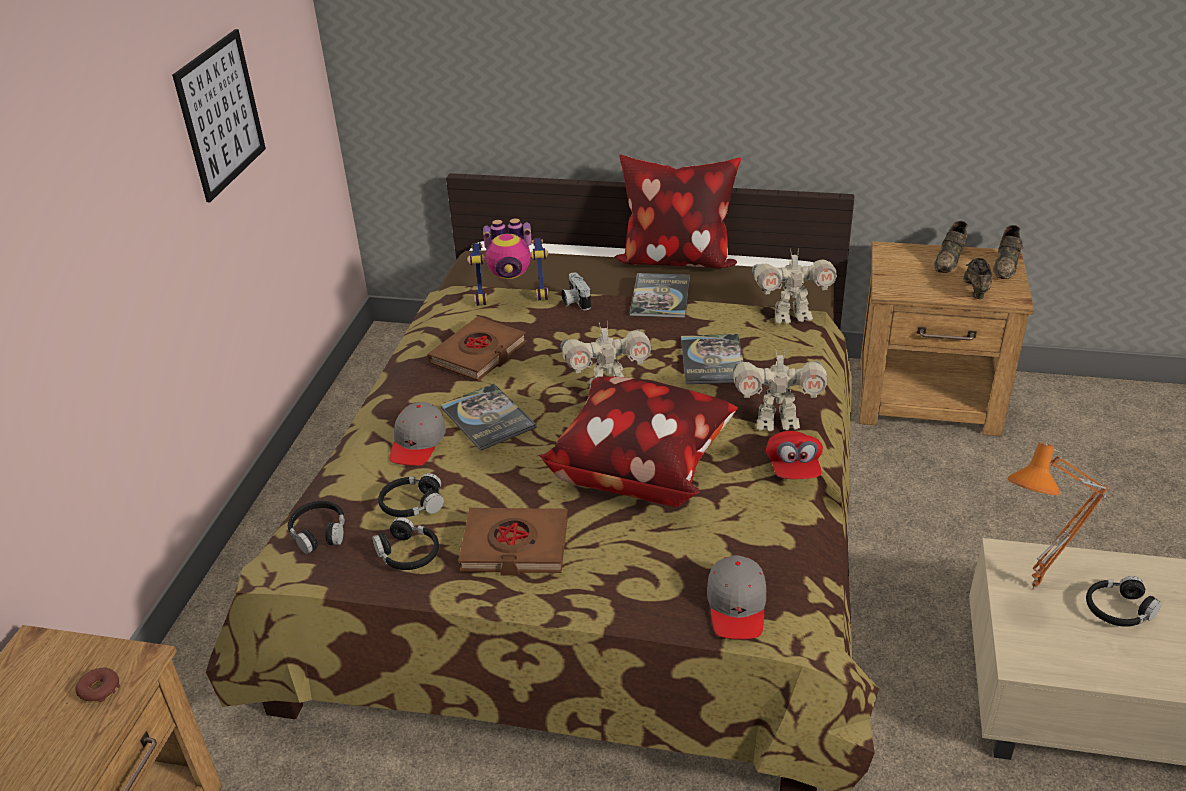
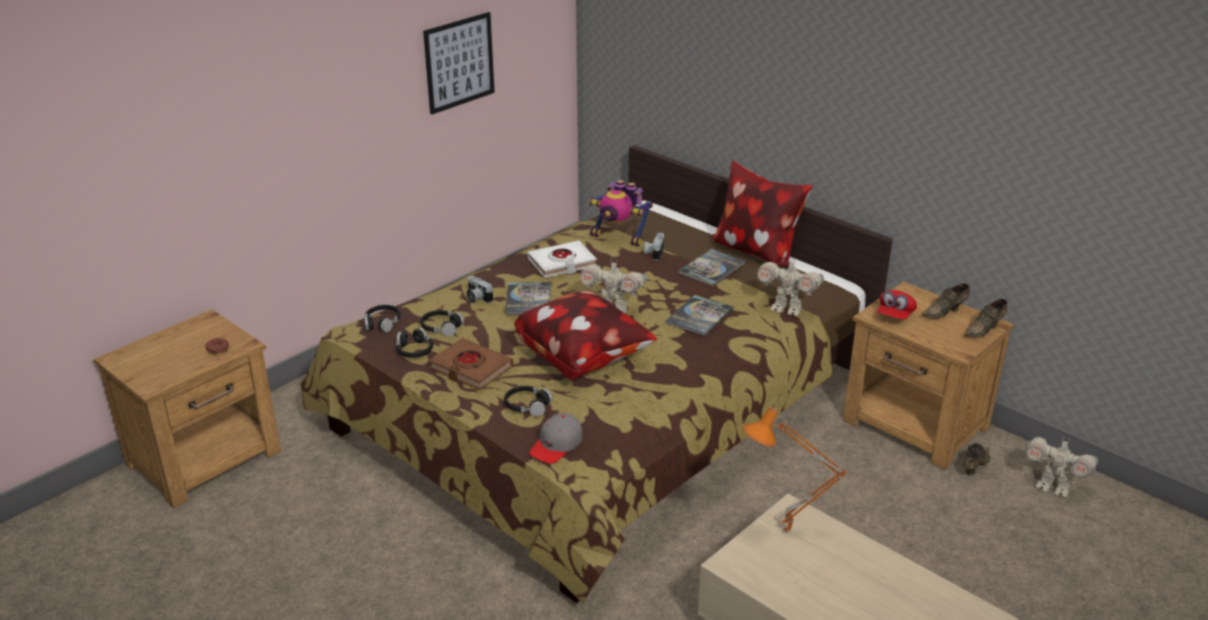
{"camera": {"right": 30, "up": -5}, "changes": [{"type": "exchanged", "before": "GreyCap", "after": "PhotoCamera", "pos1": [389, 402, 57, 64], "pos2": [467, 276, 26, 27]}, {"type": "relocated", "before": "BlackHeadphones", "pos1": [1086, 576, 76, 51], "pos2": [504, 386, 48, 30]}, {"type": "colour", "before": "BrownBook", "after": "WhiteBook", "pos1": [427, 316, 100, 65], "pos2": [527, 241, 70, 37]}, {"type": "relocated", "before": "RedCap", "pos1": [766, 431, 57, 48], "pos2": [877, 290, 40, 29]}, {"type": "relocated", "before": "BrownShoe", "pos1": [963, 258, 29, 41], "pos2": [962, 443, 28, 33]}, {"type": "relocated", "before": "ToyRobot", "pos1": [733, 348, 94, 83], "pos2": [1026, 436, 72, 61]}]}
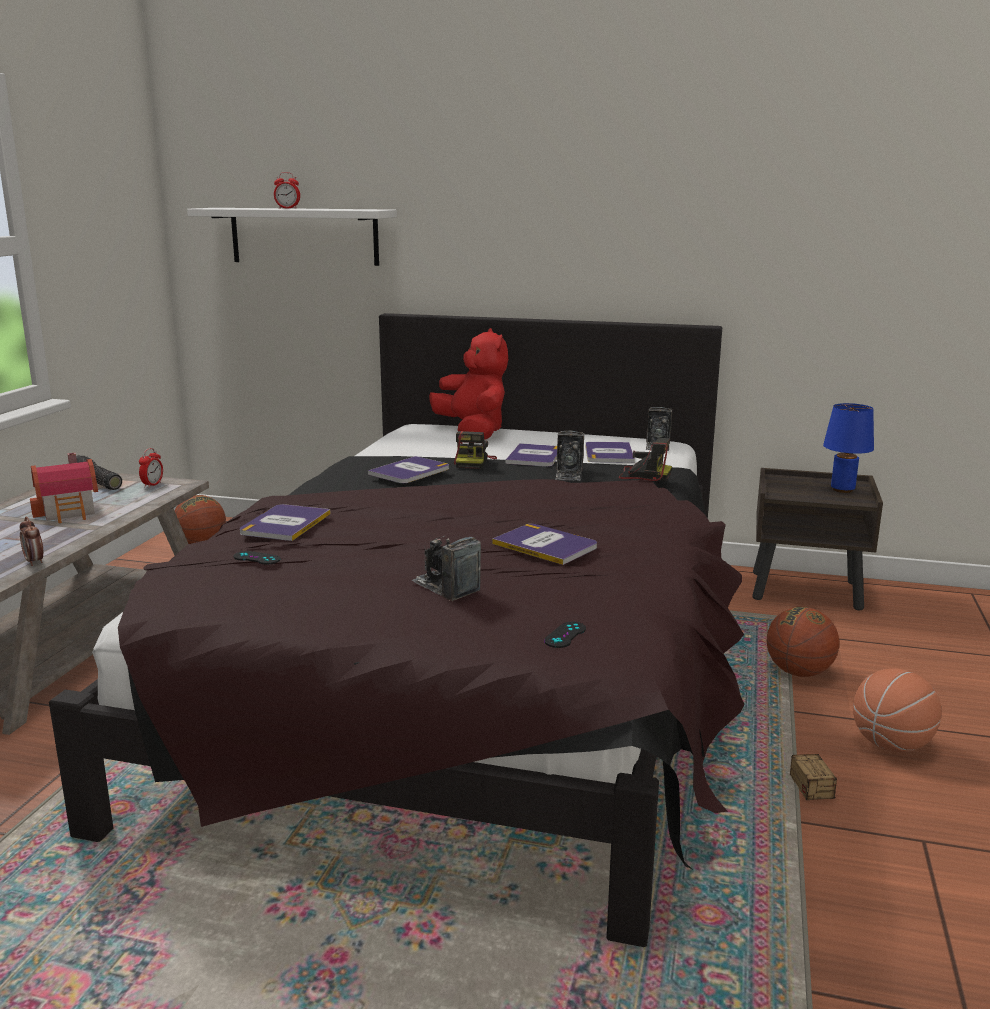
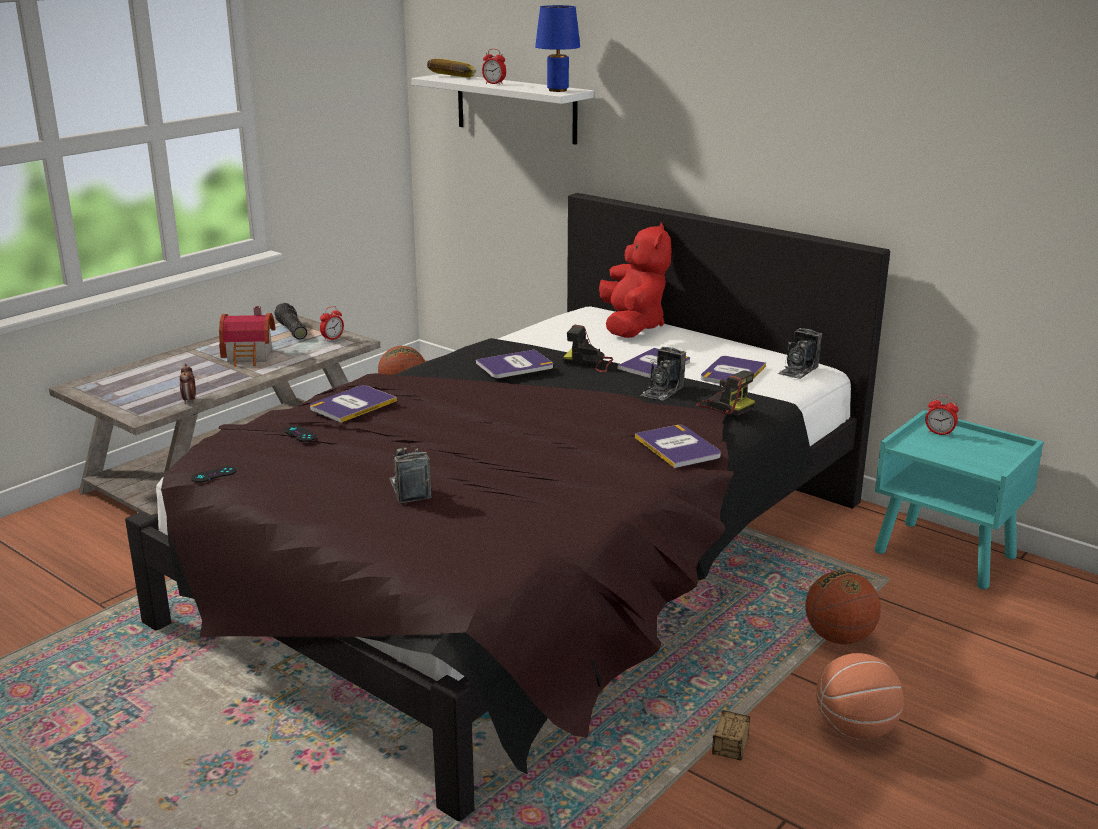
{"camera": {"right": 25, "up": 5}, "changes": [{"type": "relocated", "before": "BlackGameController", "pos1": [544, 622, 42, 26], "pos2": [191, 466, 46, 17]}, {"type": "appeared", "after": "Banana", "pos2": [427, 59, 49, 18]}, {"type": "relocated", "before": "BlueTableLamp", "pos1": [823, 403, 51, 90], "pos2": [535, 5, 45, 87]}, {"type": "spun", "before": "PhotoCamera", "pos1": [454, 431, 43, 38], "pos2": [563, 325, 50, 47], "turn": 75}, {"type": "relocated", "before": "Book", "pos1": [492, 524, 105, 41], "pos2": [635, 425, 86, 43]}, {"type": "colour", "before": "BrownNightstand", "after": "TurquoiseNightstand", "pos1": [752, 468, 131, 142], "pos2": [875, 410, 169, 179]}, {"type": "appeared", "after": "AlarmClock", "pos2": [925, 395, 34, 42]}]}
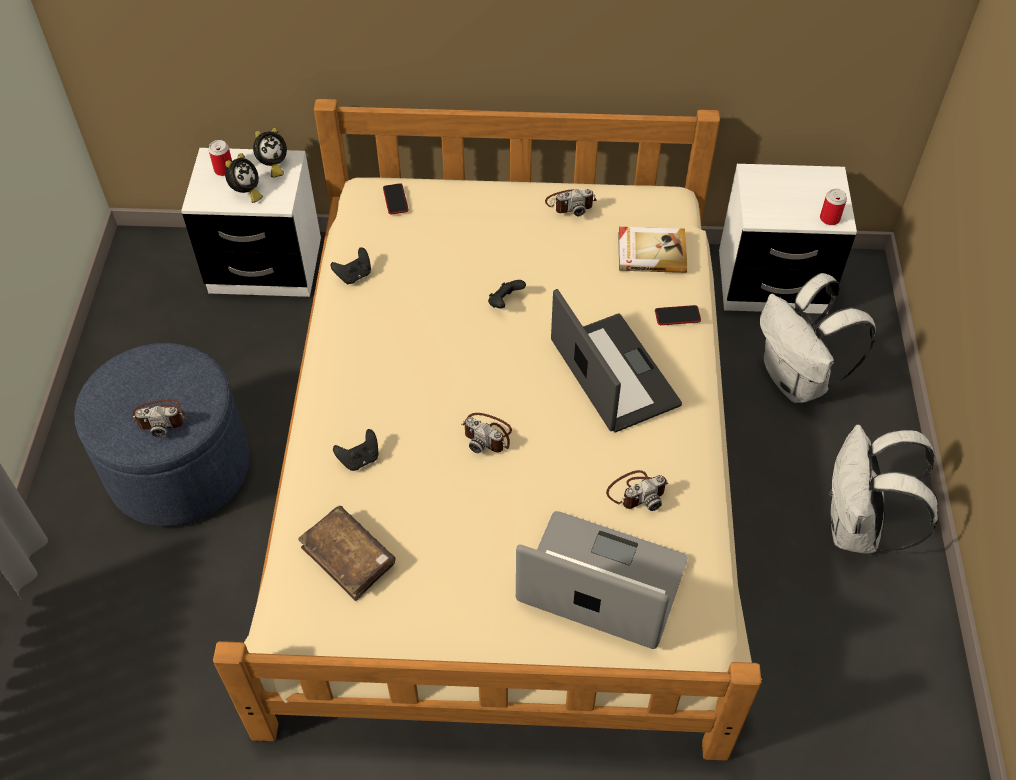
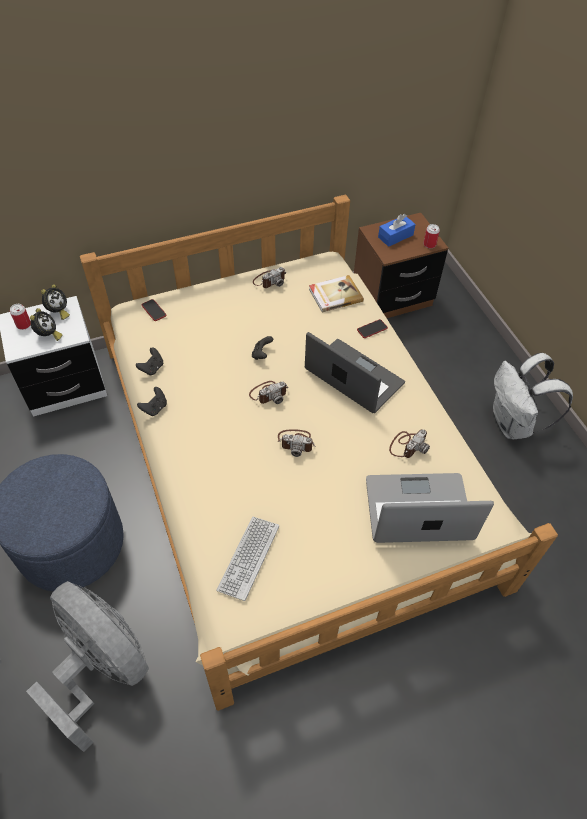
{"camera": {"right": -25, "up": 0}, "changes": [{"type": "appeared", "after": "GreyFan", "pos2": [26, 581, 123, 171]}, {"type": "relocated", "before": "BlackGameController", "pos1": [333, 429, 46, 42], "pos2": [137, 387, 30, 29]}, {"type": "exchanged", "before": "BrownBook", "after": "Keyboard", "pos1": [298, 506, 98, 95], "pos2": [216, 517, 63, 84]}, {"type": "relocated", "before": "PhotoCamera", "pos1": [132, 400, 55, 37], "pos2": [249, 381, 39, 23]}, {"type": "colour", "before": "WhiteNightstand", "after": "BrownNightstand", "pos1": [719, 164, 138, 150], "pos2": [354, 213, 94, 105]}, {"type": "appeared", "after": "BlueTissueBox", "pos2": [378, 214, 38, 33]}, {"type": "missing", "before": "WhiteBackpack", "pos1": [760, 273, 116, 130]}]}
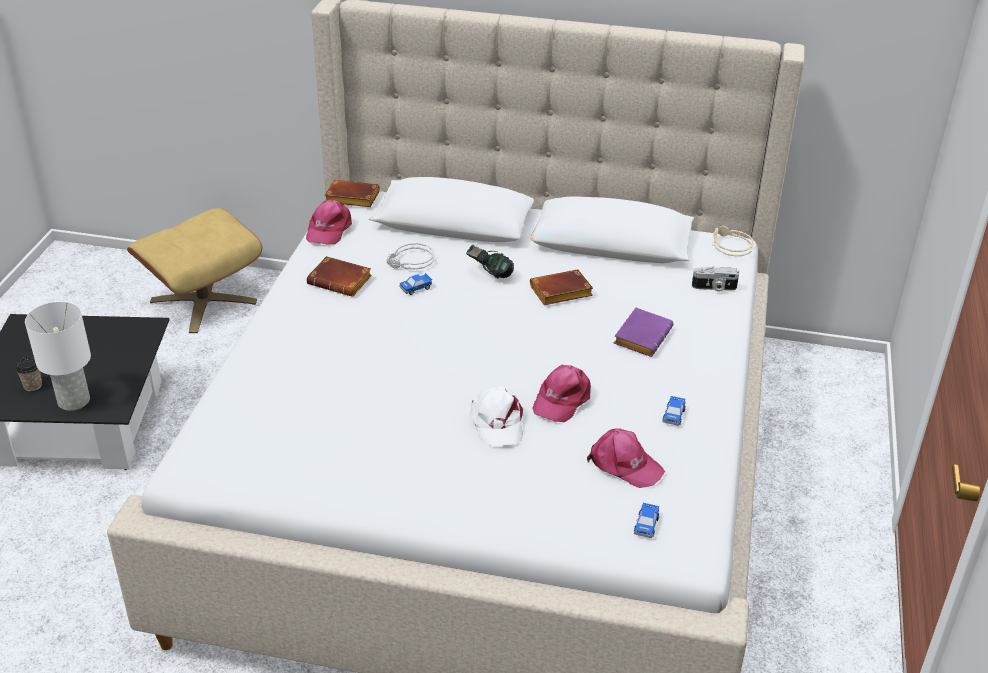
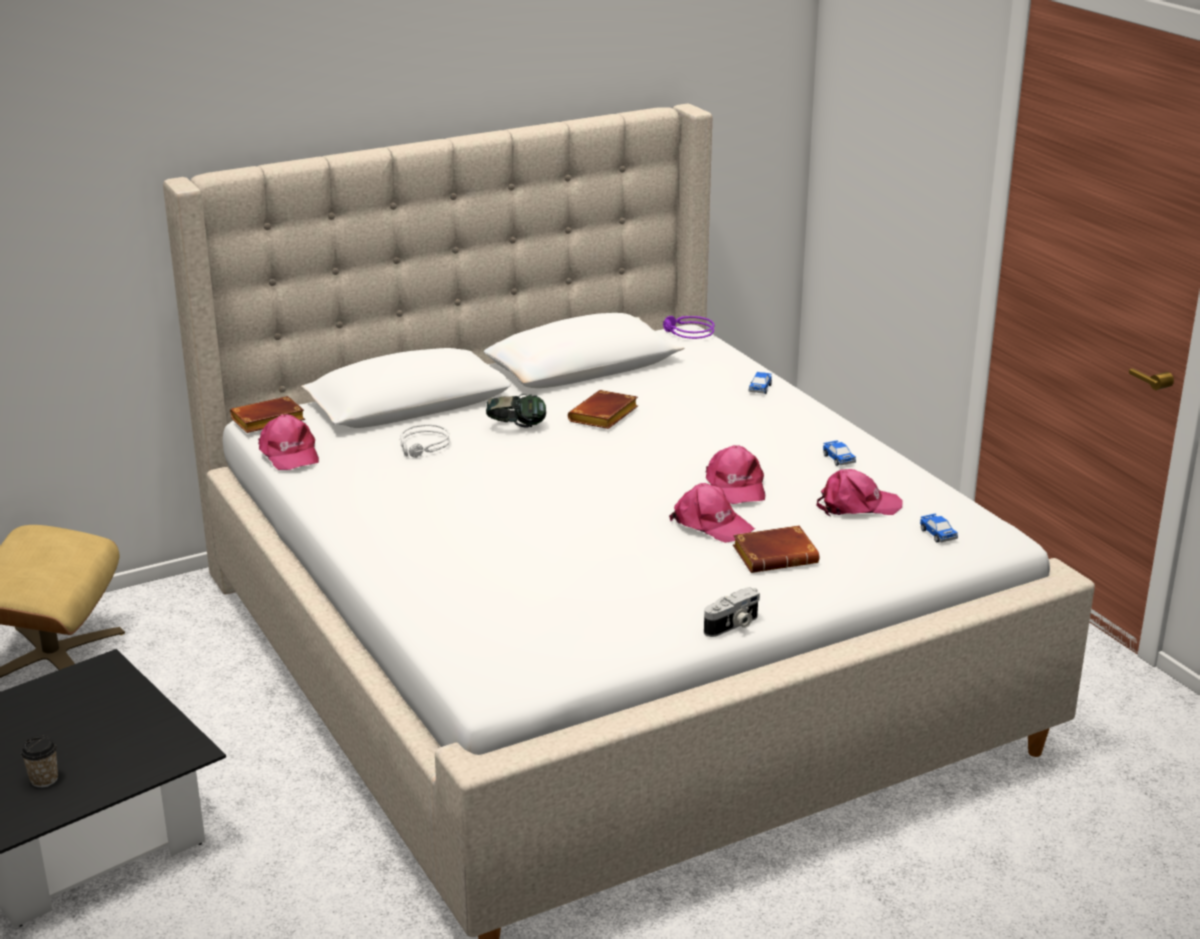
{"camera": {"right": -40, "up": -10}, "changes": [{"type": "colour", "before": "BeigeHeadphones", "after": "PurpleHeadphones", "pos1": [712, 226, 42, 30], "pos2": [663, 316, 52, 23]}, {"type": "colour", "before": "WhiteCap", "after": "PinkCap", "pos1": [470, 386, 53, 61], "pos2": [669, 483, 86, 60]}, {"type": "relocated", "before": "PhotoCamera", "pos1": [692, 266, 47, 26], "pos2": [704, 587, 56, 50]}, {"type": "relocated", "before": "BrownBook", "pos1": [307, 256, 65, 41], "pos2": [733, 525, 86, 48]}, {"type": "relocated", "before": "ToyCar", "pos1": [399, 273, 33, 22], "pos2": [748, 372, 24, 22]}, {"type": "missing", "before": "WhiteTableLamp", "pos1": [25, 302, 66, 109]}, {"type": "missing", "before": "PurpleBook", "pos1": [614, 308, 59, 49]}]}
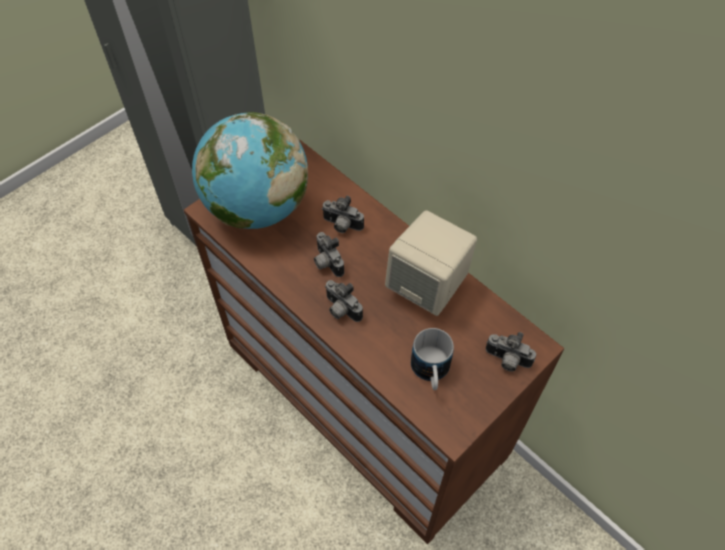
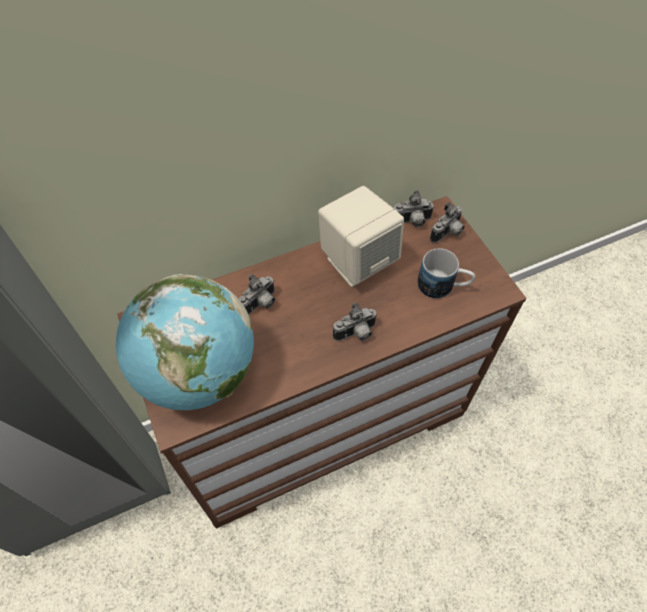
{"camera": {"right": -70, "up": 0}, "changes": [{"type": "relocated", "before": "PhotoCamera", "pos1": [314, 232, 30, 45], "pos2": [393, 190, 41, 37]}]}
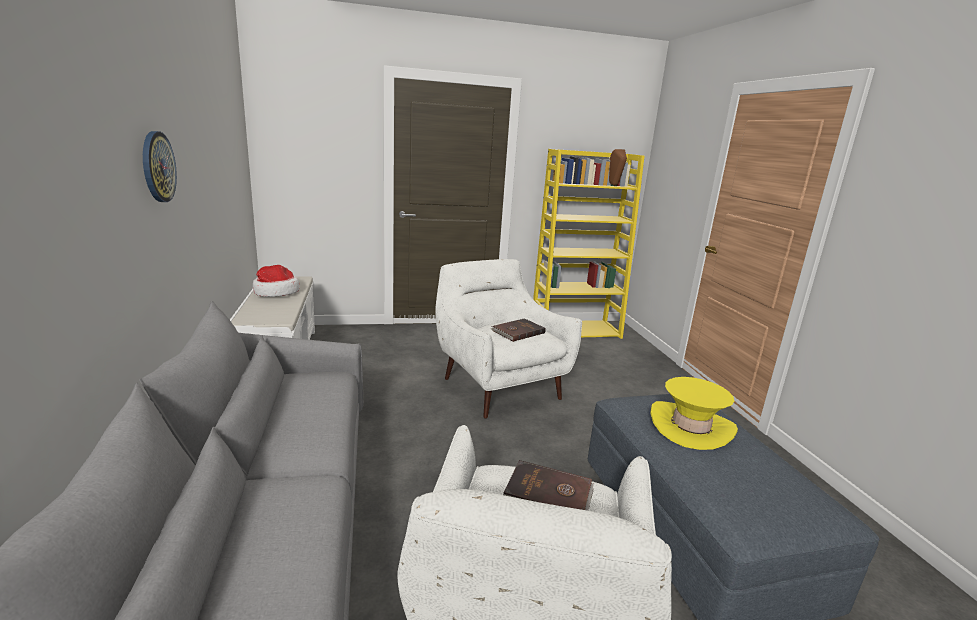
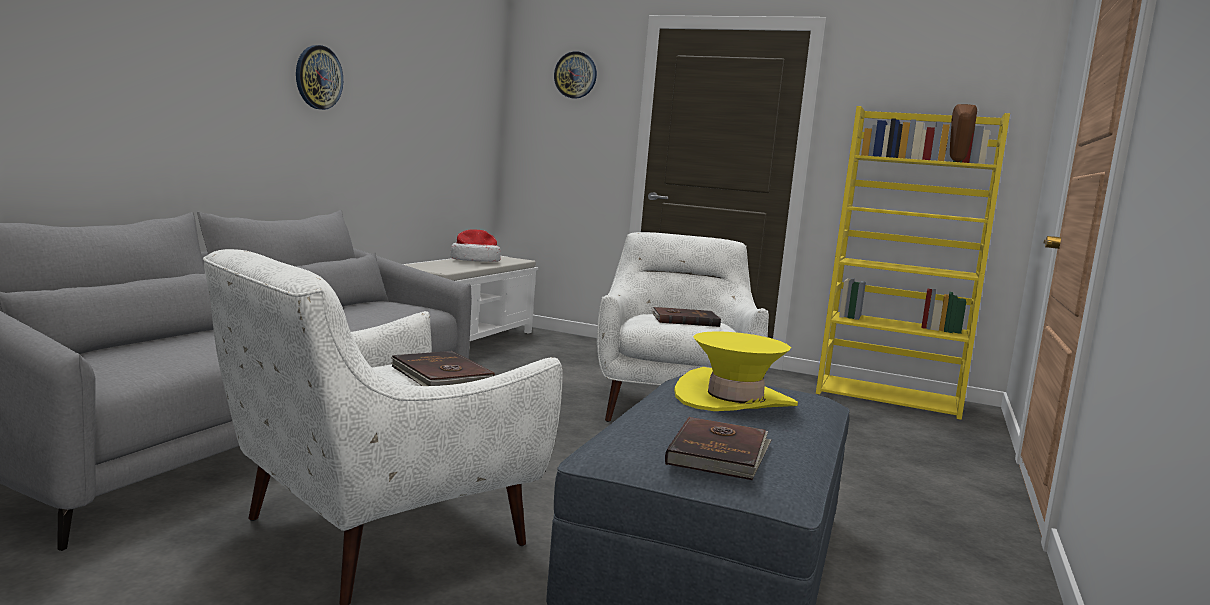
{"camera": {"right": 35, "up": -10}, "changes": [{"type": "appeared", "after": "WallClock", "pos2": [554, 51, 43, 48]}, {"type": "appeared", "after": "BrownBook", "pos2": [665, 417, 107, 63]}]}
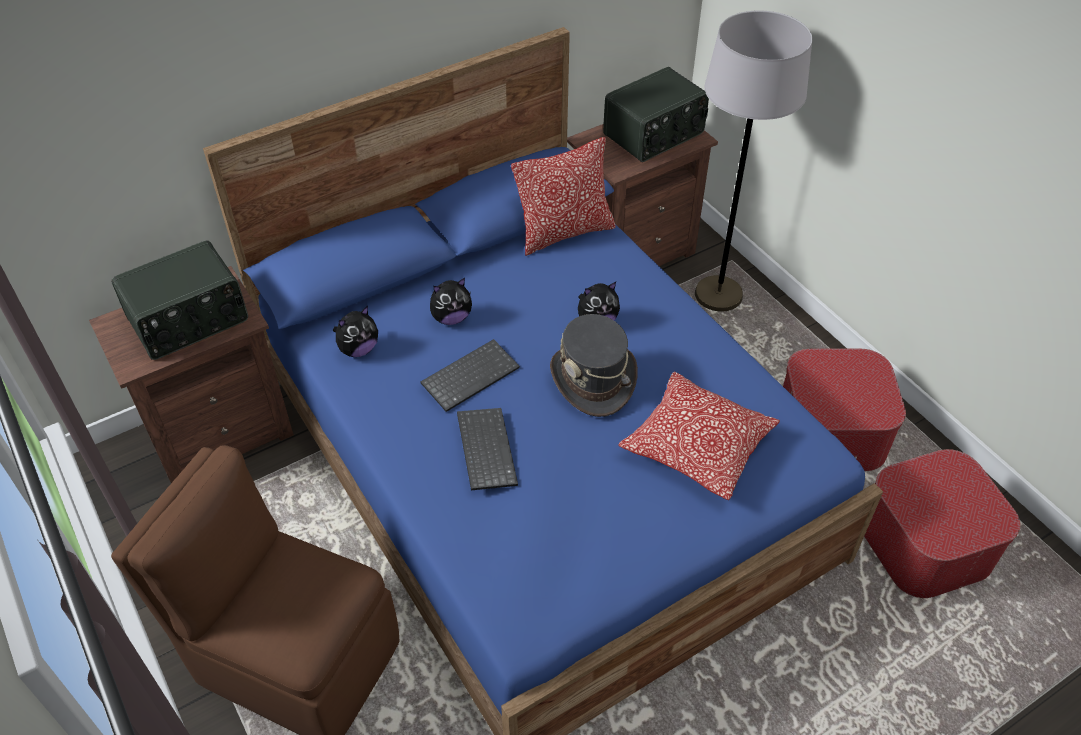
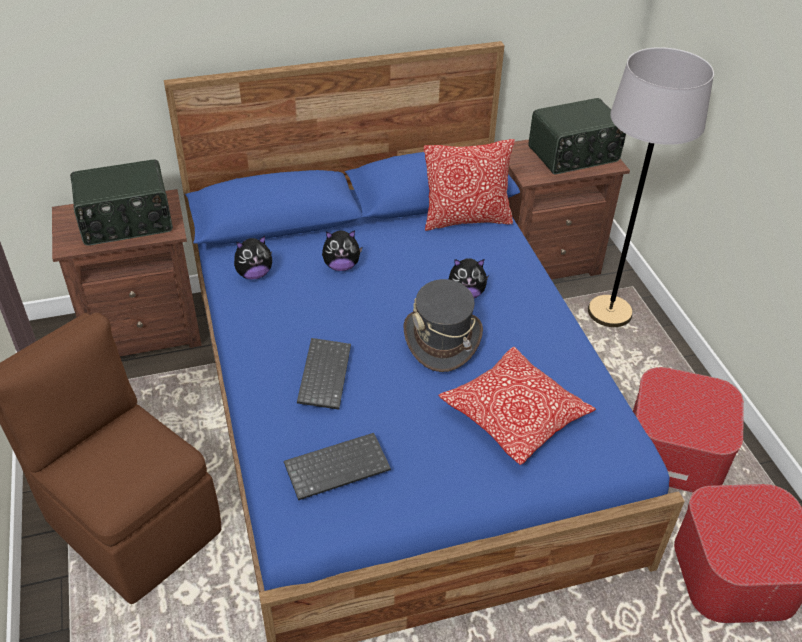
{"camera": {"right": 15, "up": -5}, "changes": [{"type": "relocated", "before": "Keyboard", "pos1": [421, 339, 99, 73], "pos2": [284, 433, 107, 67]}]}
